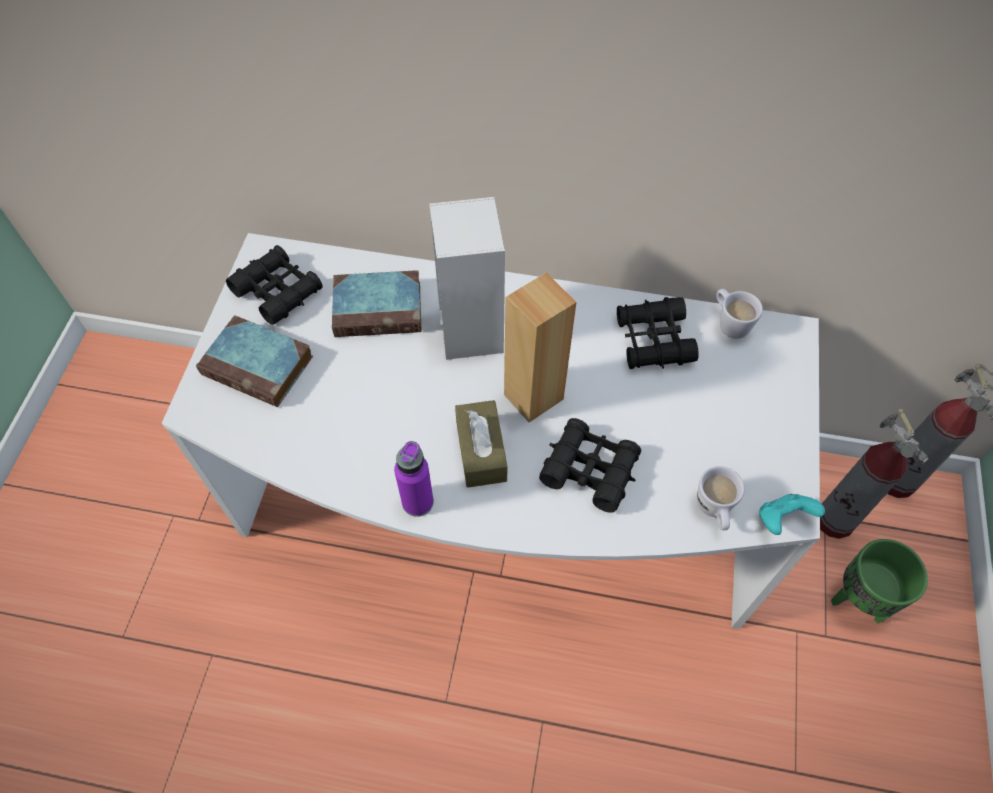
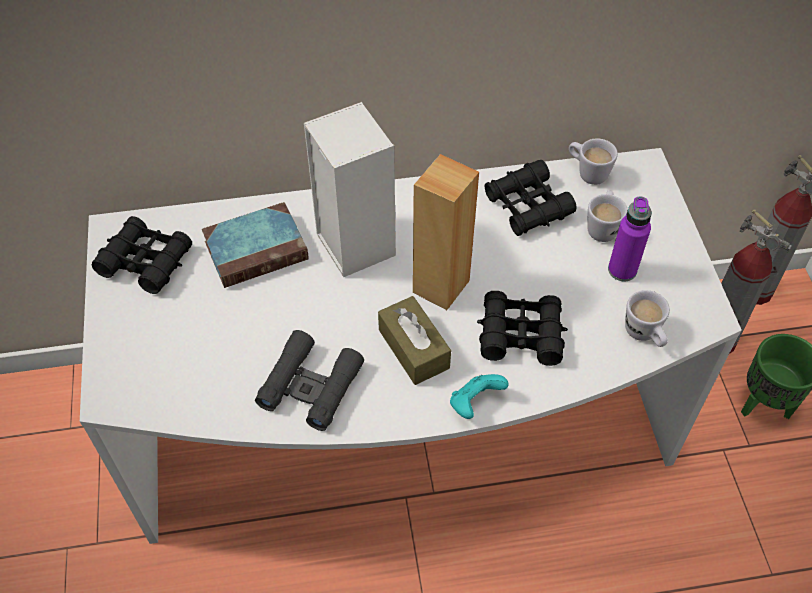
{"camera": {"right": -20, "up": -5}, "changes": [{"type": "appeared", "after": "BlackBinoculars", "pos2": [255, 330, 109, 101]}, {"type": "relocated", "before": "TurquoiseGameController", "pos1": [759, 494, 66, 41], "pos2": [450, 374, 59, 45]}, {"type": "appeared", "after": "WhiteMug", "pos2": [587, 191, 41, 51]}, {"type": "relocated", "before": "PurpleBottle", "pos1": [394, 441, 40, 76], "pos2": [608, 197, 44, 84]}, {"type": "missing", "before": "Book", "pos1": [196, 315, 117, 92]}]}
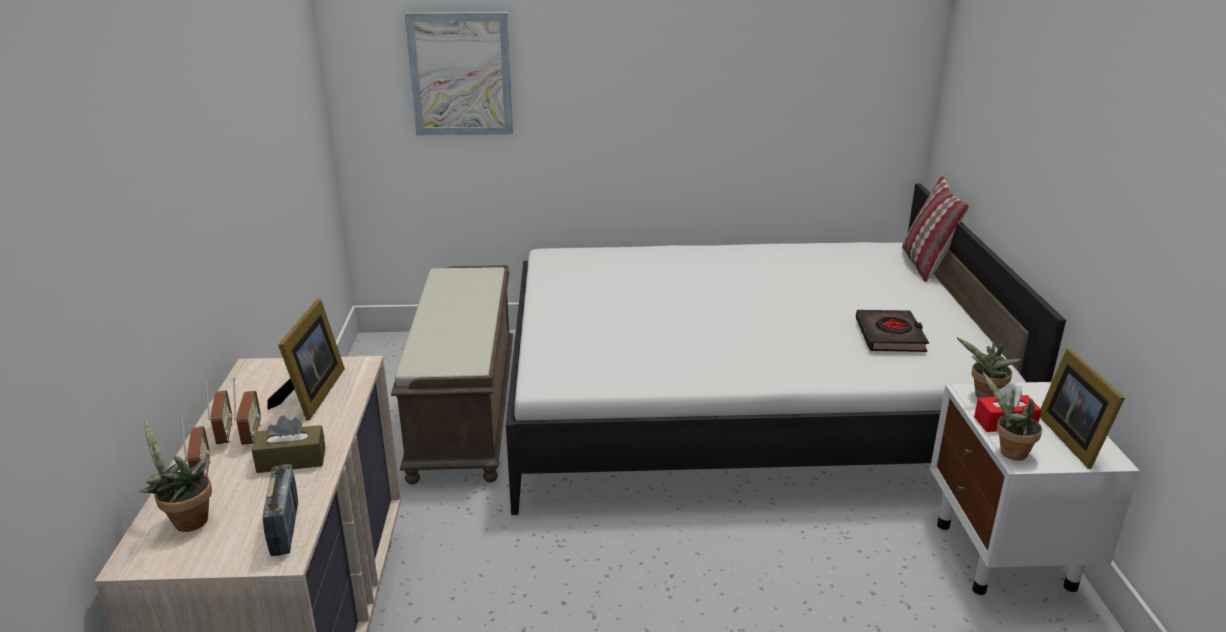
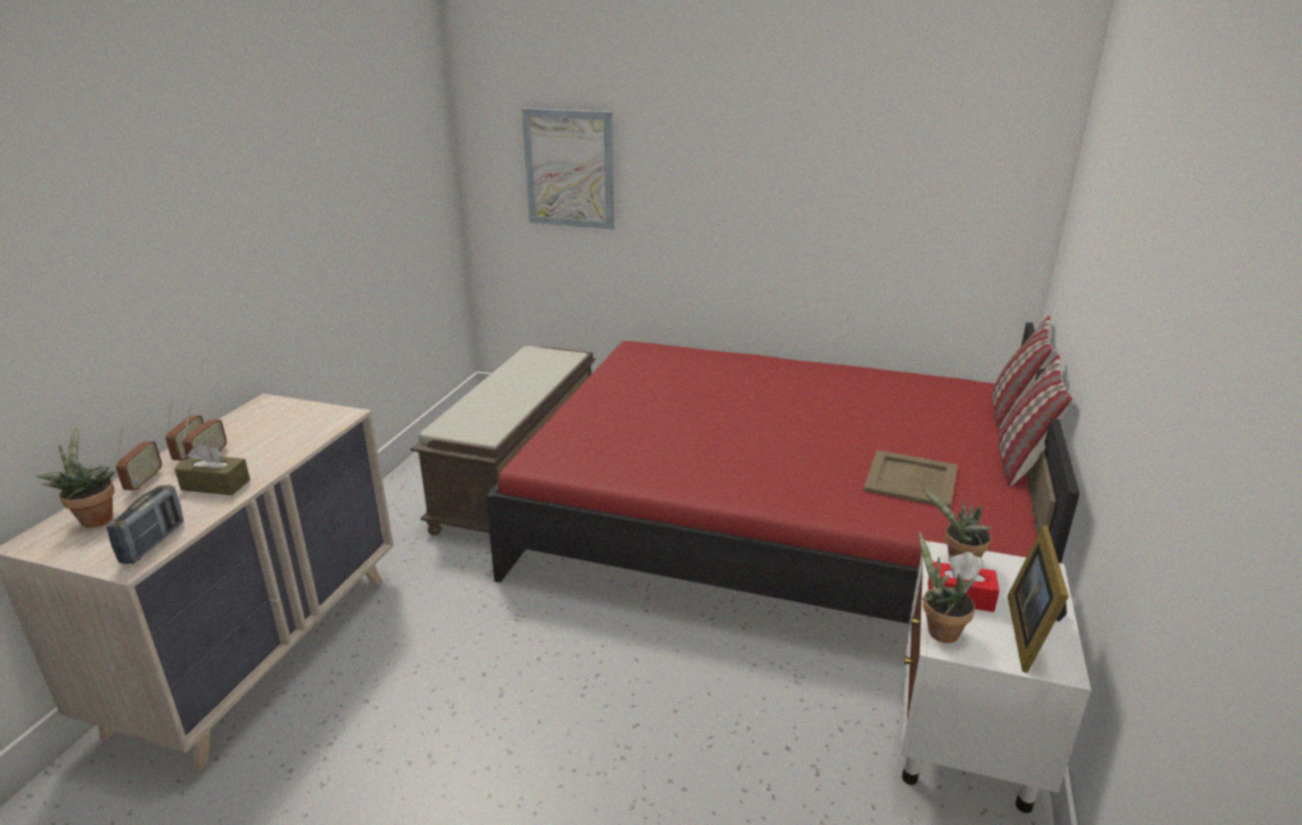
{"camera": {"right": 20, "up": 0}, "changes": [{"type": "colour", "before": "WhiteBed", "after": "RedBed", "pos1": [506, 183, 560, 332], "pos2": [485, 322, 595, 302]}, {"type": "exchanged", "before": "BlackBook", "after": "BeigeTray", "pos1": [856, 310, 73, 42], "pos2": [863, 450, 95, 59]}, {"type": "appeared", "after": "Pillow", "pos2": [998, 354, 75, 132]}, {"type": "missing", "before": "PictureFrame", "pos1": [267, 299, 78, 121]}]}
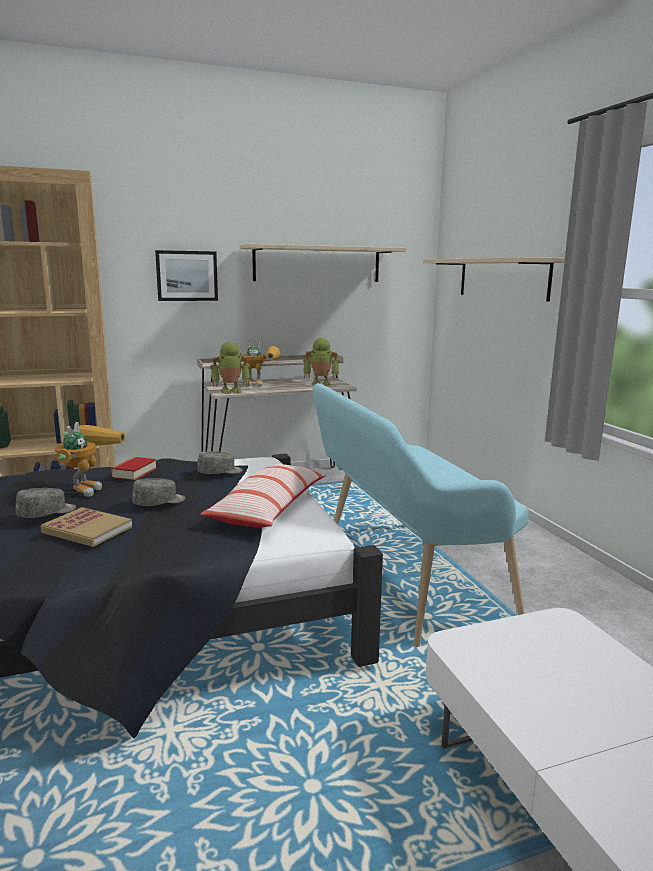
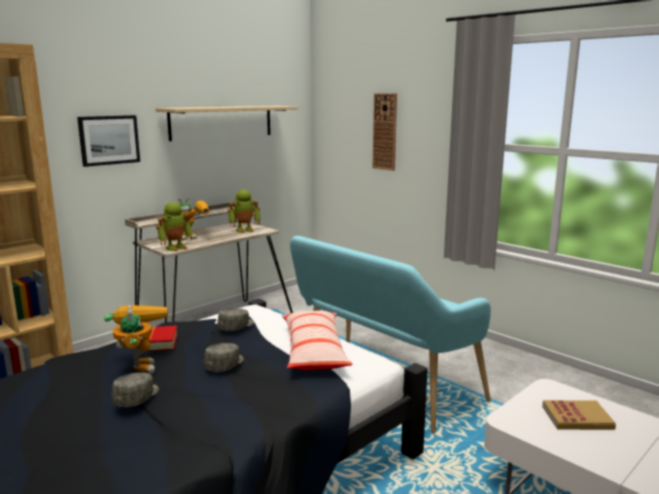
{"camera": {"right": -25, "up": 0}, "changes": [{"type": "exchanged", "before": "BeigeShelf", "after": "WallClock", "pos1": [423, 257, 142, 45], "pos2": [372, 93, 25, 78]}, {"type": "relocated", "before": "Book", "pos1": [40, 507, 92, 40], "pos2": [542, 400, 74, 30]}]}
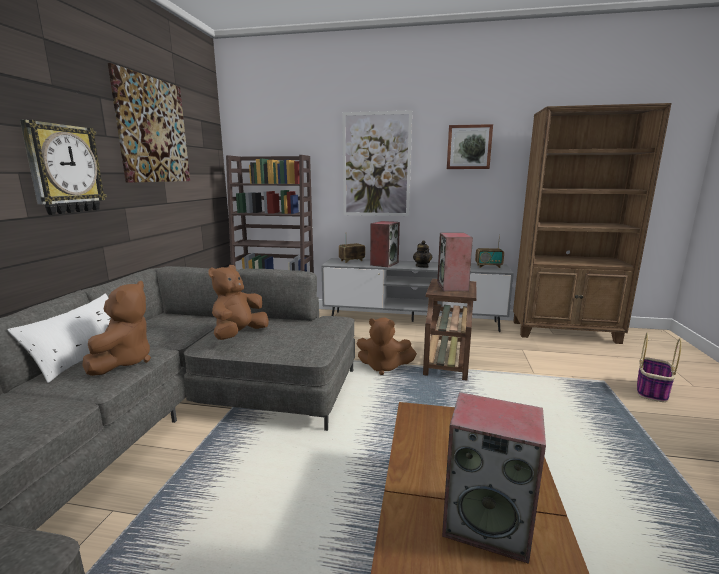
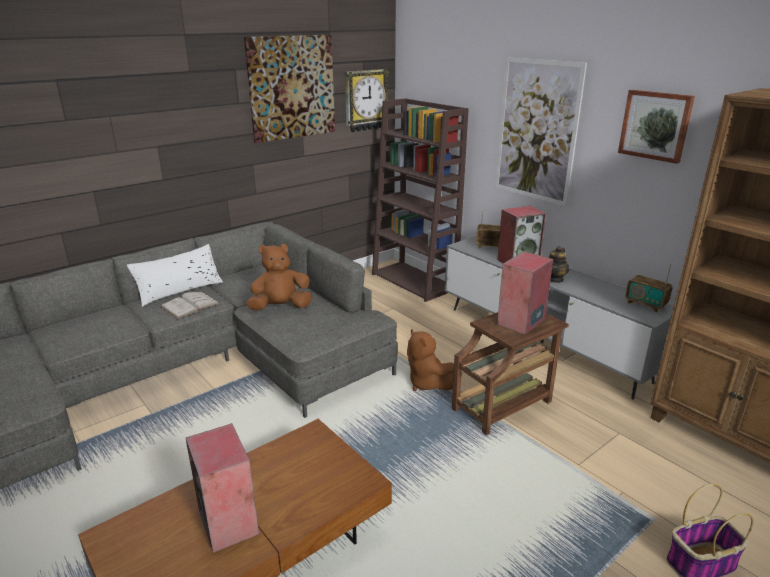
{"camera": {"right": 40, "up": 10}, "changes": [{"type": "exchanged", "before": "BrownPlushToy", "after": "WhiteBook", "pos1": [82, 281, 69, 95], "pos2": [160, 292, 60, 27]}, {"type": "relocated", "before": "WallClock", "pos1": [20, 119, 87, 96], "pos2": [345, 69, 44, 63]}]}
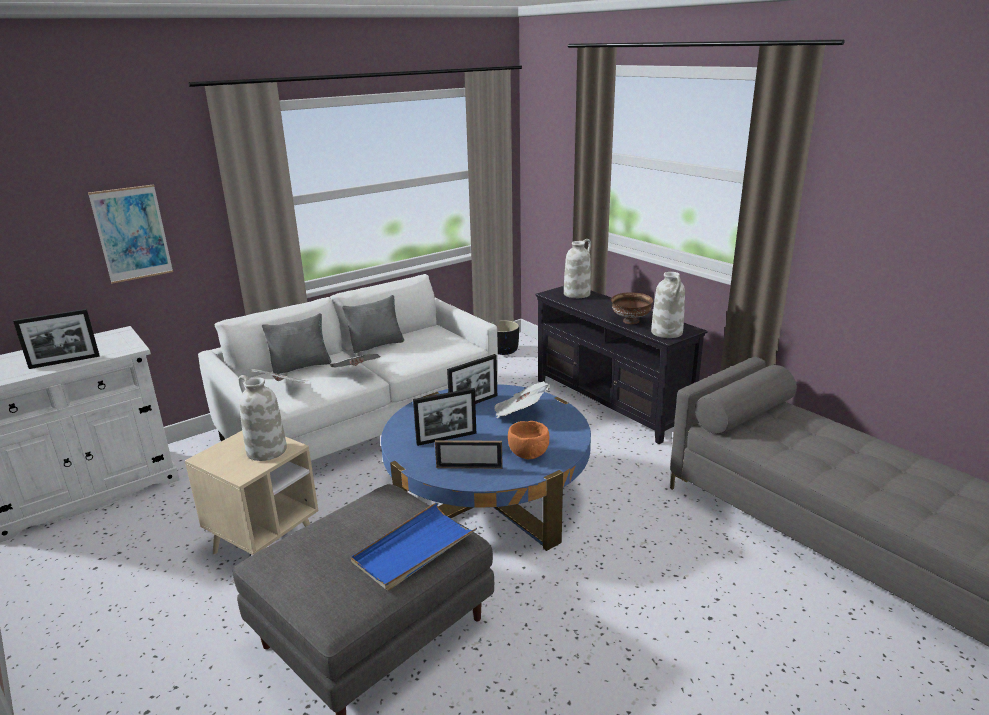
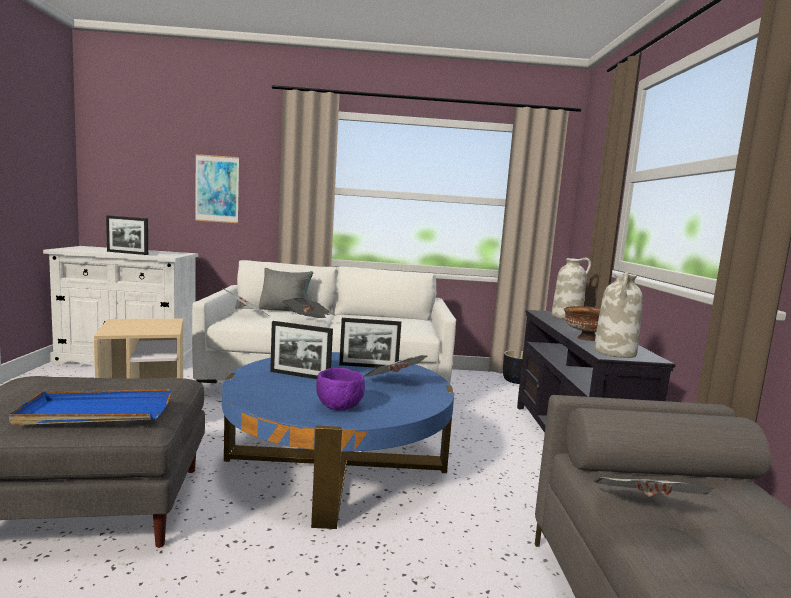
{"camera": {"right": 35, "up": -15}, "changes": [{"type": "colour", "before": "OrangeBowl", "after": "PurpleBowl", "pos1": [508, 421, 41, 38], "pos2": [316, 368, 49, 42]}, {"type": "appeared", "after": "Newspaper", "pos2": [593, 477, 120, 20]}, {"type": "missing", "before": "WhiteVase", "pos1": [239, 375, 48, 86]}, {"type": "missing", "before": "GreyPillow", "pos1": [342, 295, 62, 58]}, {"type": "missing", "before": "PictureFrame", "pos1": [435, 440, 68, 29]}]}
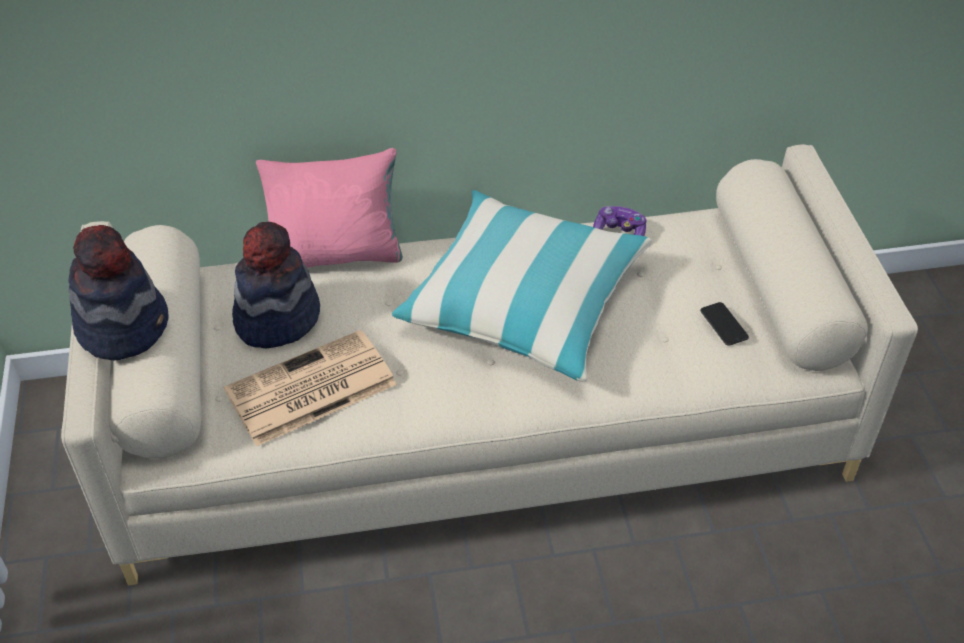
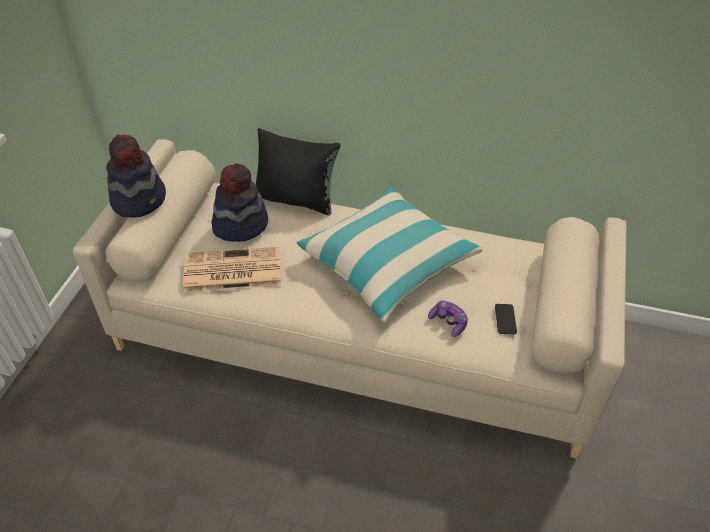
{"camera": {"right": 25, "up": 0}, "changes": [{"type": "colour", "before": "PinkPillow", "after": "BlackPillow", "pos1": [256, 148, 147, 120], "pos2": [256, 128, 85, 87]}, {"type": "relocated", "before": "GameController", "pos1": [593, 206, 53, 30], "pos2": [428, 300, 40, 37]}]}
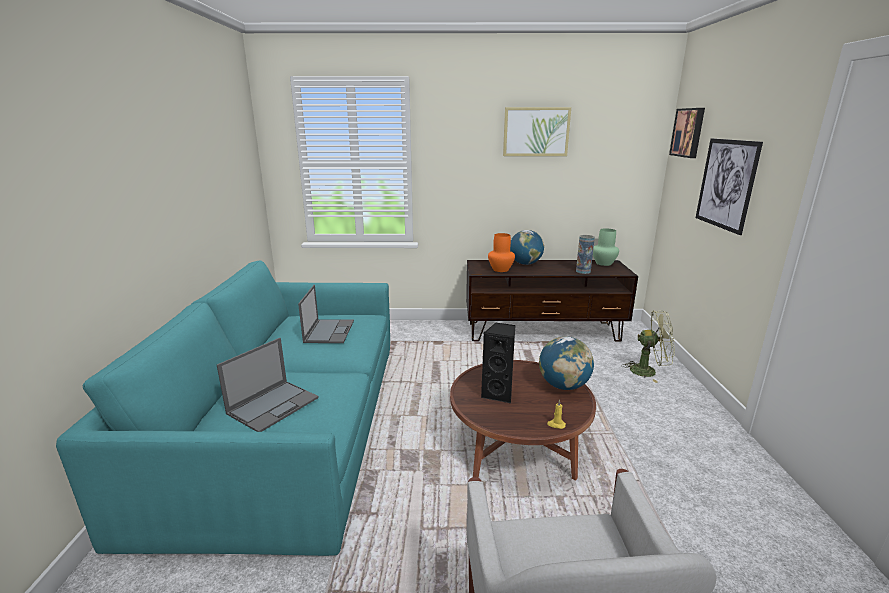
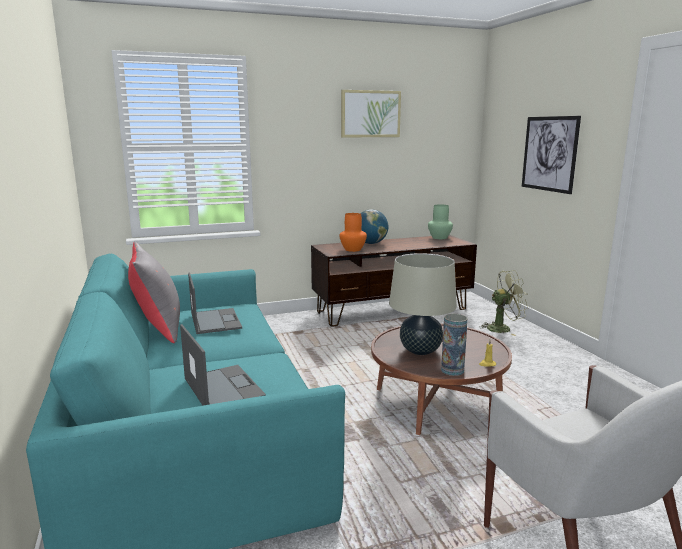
{"camera": {"right": -20, "up": -5}, "changes": [{"type": "appeared", "after": "GreyPillow", "pos2": [128, 241, 52, 102]}, {"type": "spun", "before": "Laptop", "pos1": [217, 338, 102, 94], "pos2": [180, 324, 86, 82], "turn": -45}, {"type": "exchanged", "before": "BlackSpeaker", "after": "BeigeTableLamp", "pos1": [481, 323, 34, 80], "pos2": [389, 253, 68, 102]}, {"type": "relocated", "before": "Vase", "pos1": [576, 235, 19, 39], "pos2": [441, 314, 27, 62]}, {"type": "missing", "before": "Globe", "pos1": [539, 336, 55, 54]}, {"type": "missing", "before": "Picture", "pos1": [669, 108, 36, 50]}]}
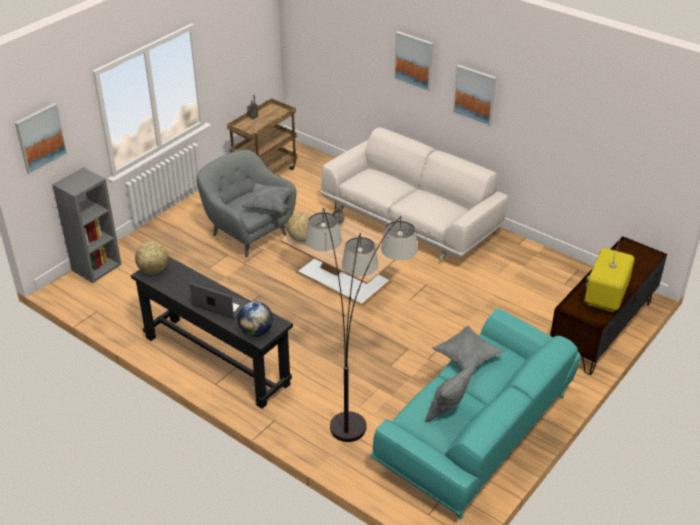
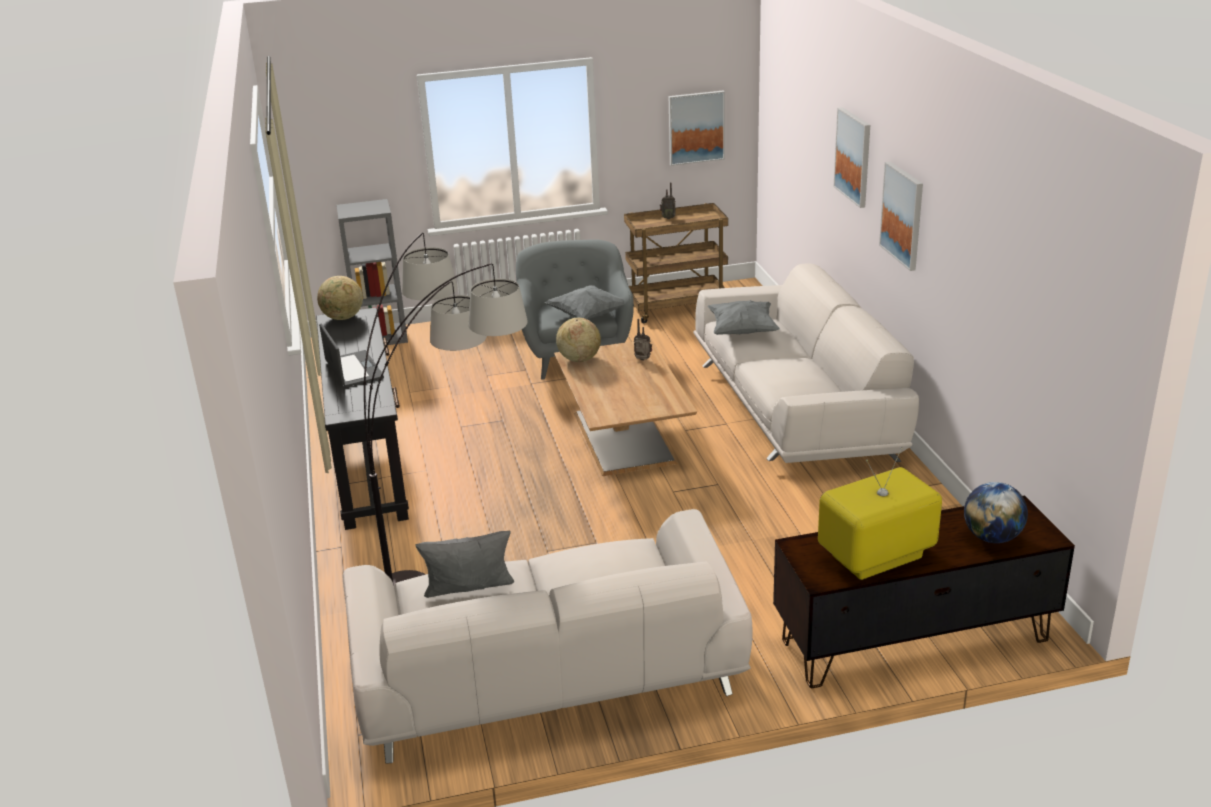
{"camera": {"right": 40, "up": -10}, "changes": [{"type": "colour", "before": "TurquoiseSofa", "after": "WhiteSofa", "pos1": [370, 308, 211, 211], "pos2": [342, 509, 410, 255]}, {"type": "relocated", "before": "Picture", "pos1": [15, 103, 53, 72], "pos2": [669, 91, 56, 75]}, {"type": "relocated", "before": "GreyPillow", "pos1": [432, 326, 72, 44], "pos2": [707, 300, 73, 35]}, {"type": "relocated", "before": "Globe", "pos1": [237, 301, 36, 36], "pos2": [964, 482, 64, 61]}]}
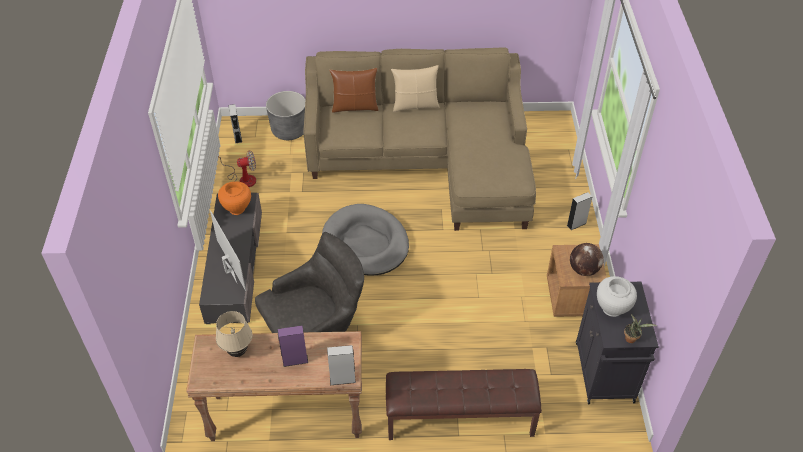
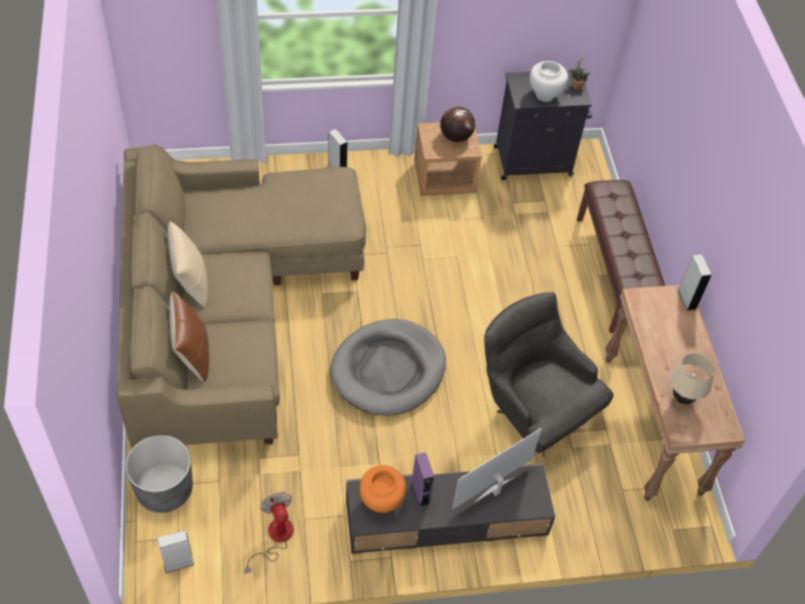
{"camera": {"right": -100, "up": 5}, "changes": [{"type": "relocated", "before": "PurpleSpeaker", "pos1": [278, 325, 30, 42], "pos2": [411, 453, 23, 54]}]}
